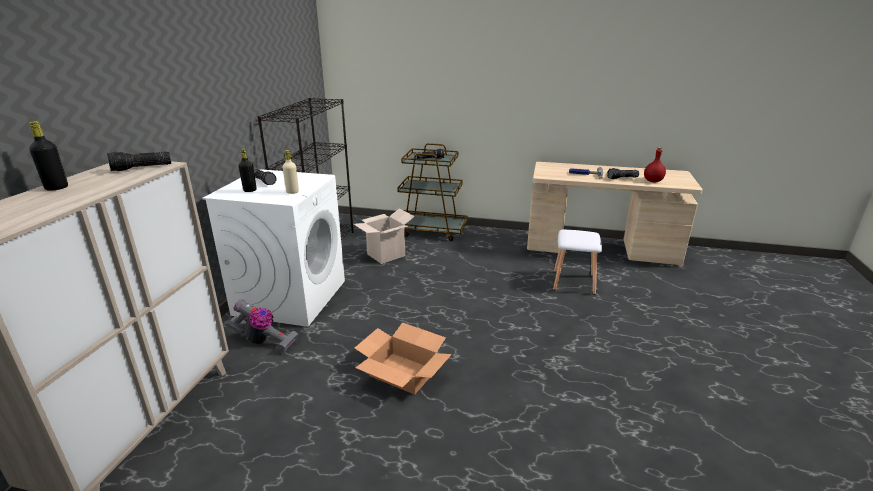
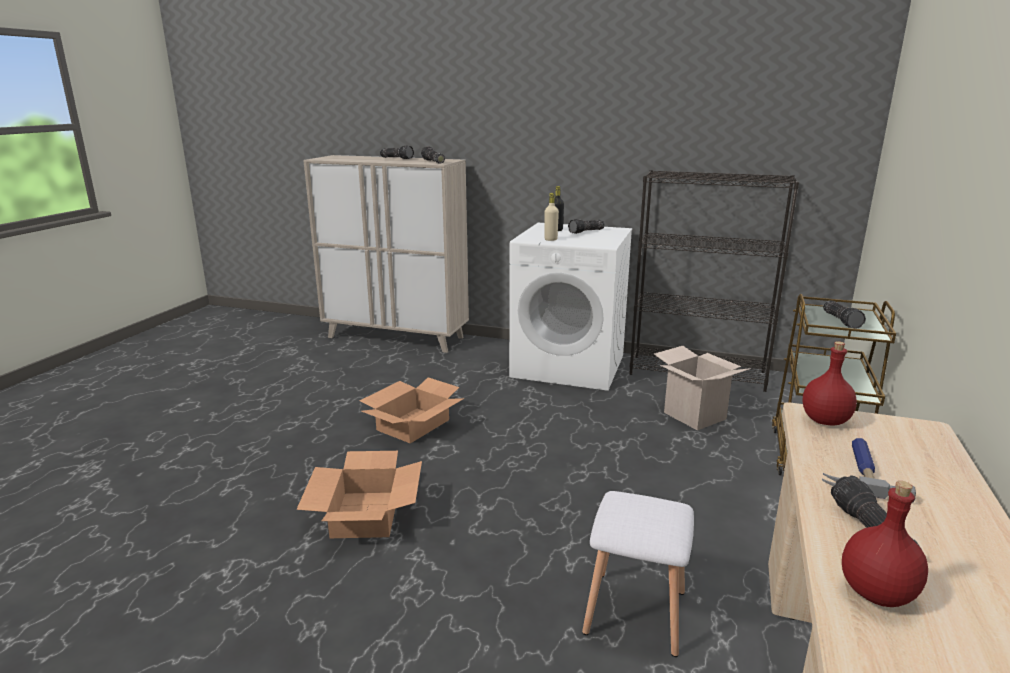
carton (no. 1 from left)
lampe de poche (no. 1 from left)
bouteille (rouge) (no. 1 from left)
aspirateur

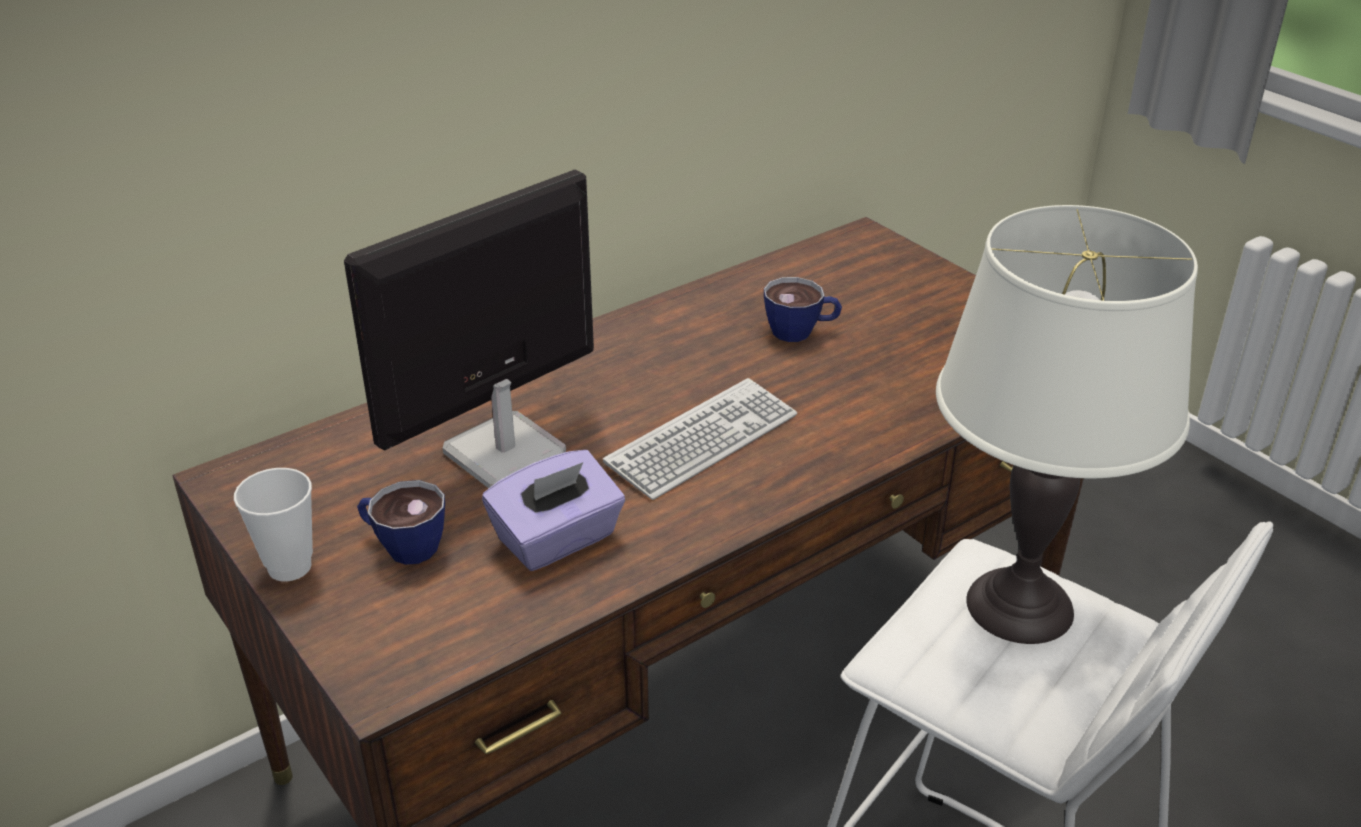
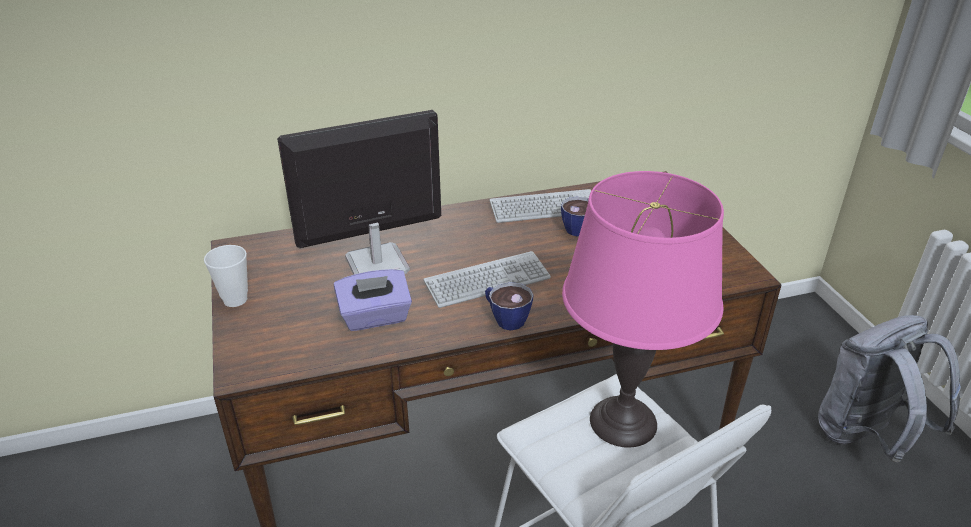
tasse (no. 2 from left)
clavier (no. 2 from left)
lampe de table (rose)
sac à dos (gris)

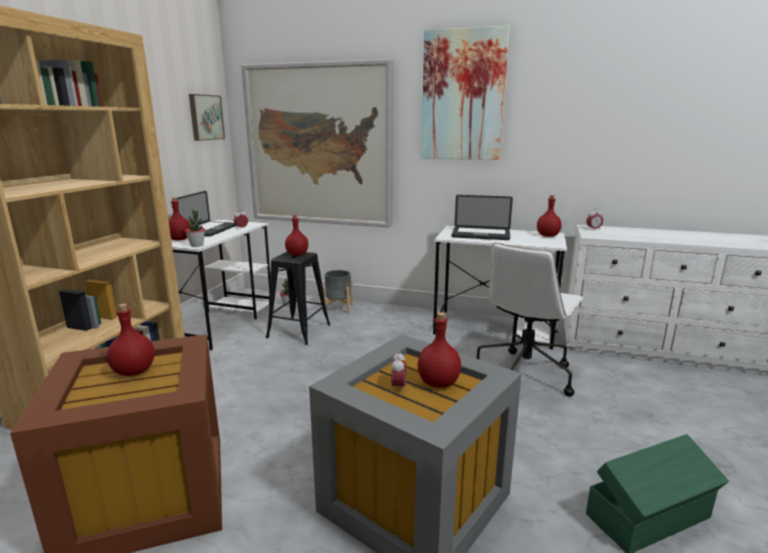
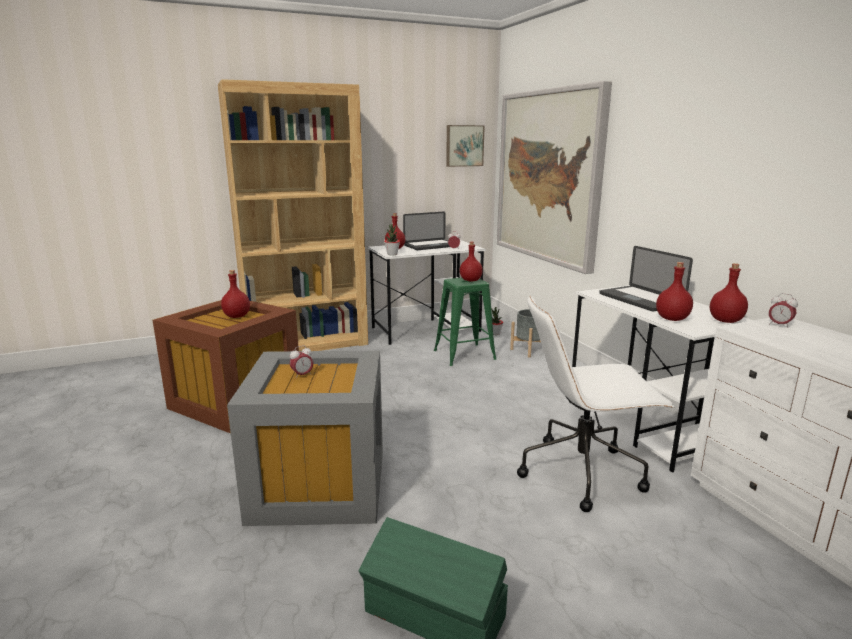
tabouret (vert)
bouteille (rouge) (no. 4 from left)
tableau (no. 3 from left in the first image)

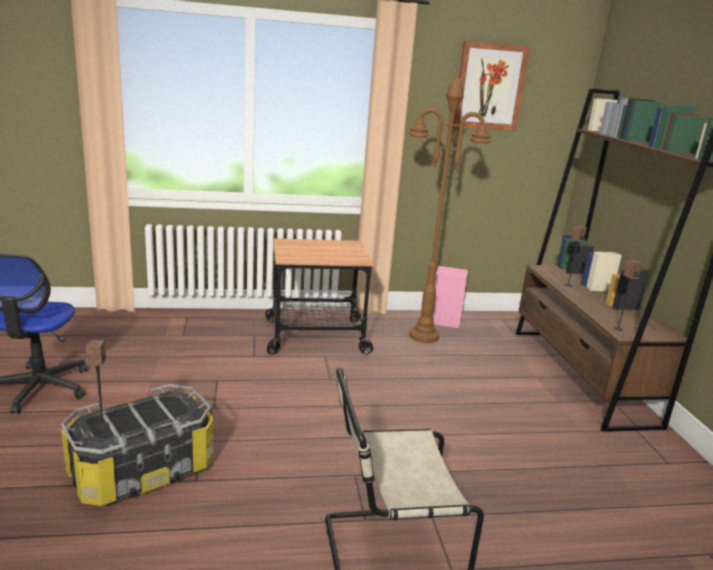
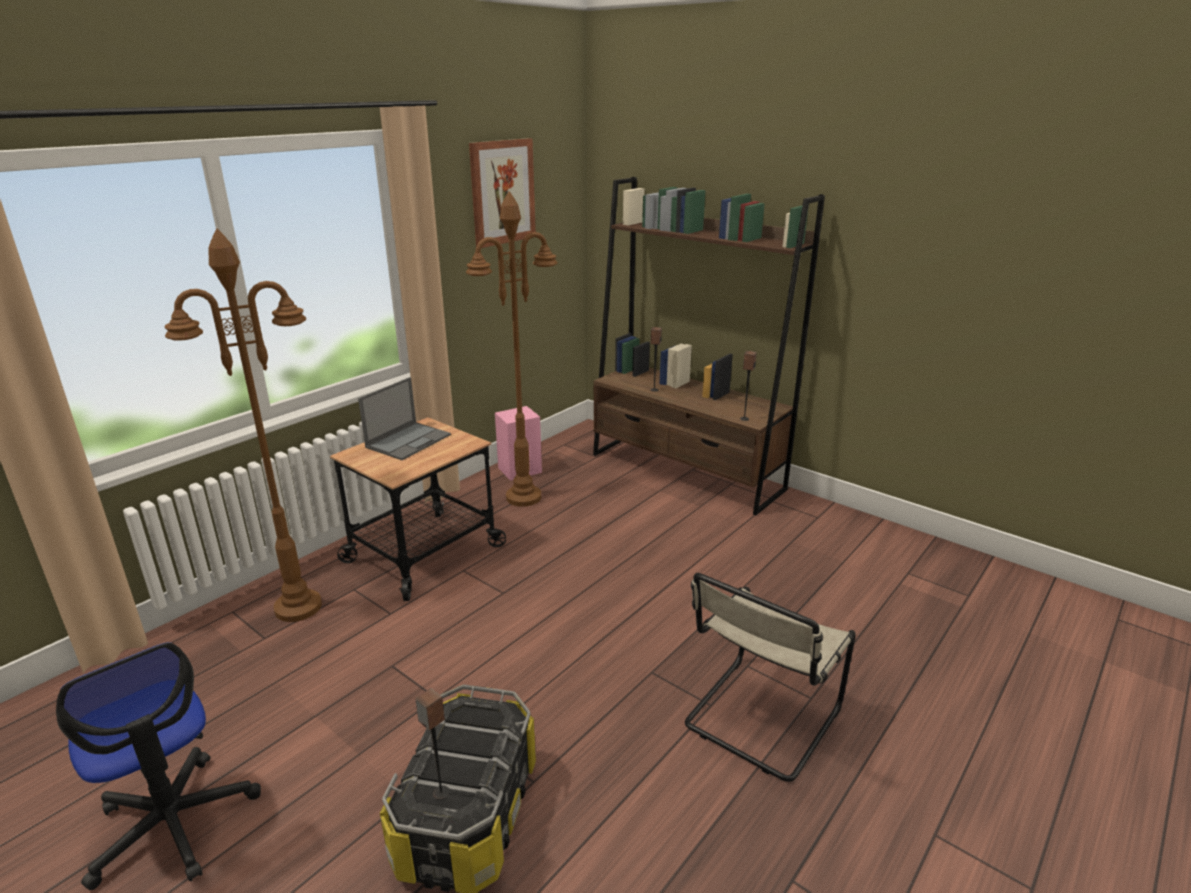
lampadaire (marron) (no. 1 from left)
ordinateur portable

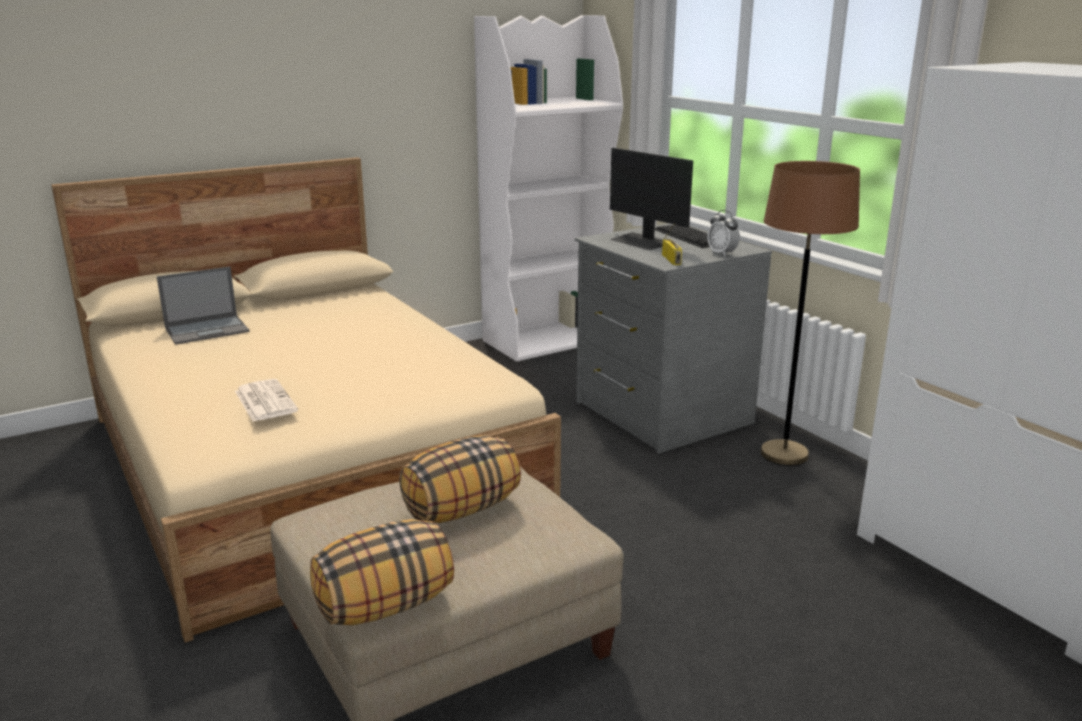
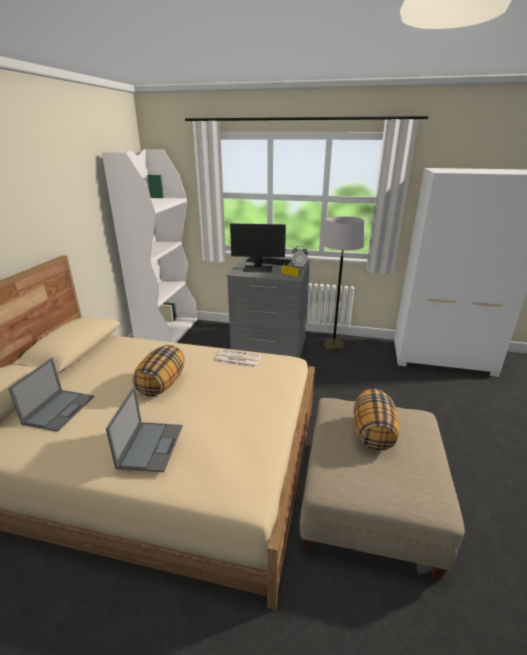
ordinateur portable (no. 2 from left)
coussin (no. 1 from left)
journal
lampadaire (gris)

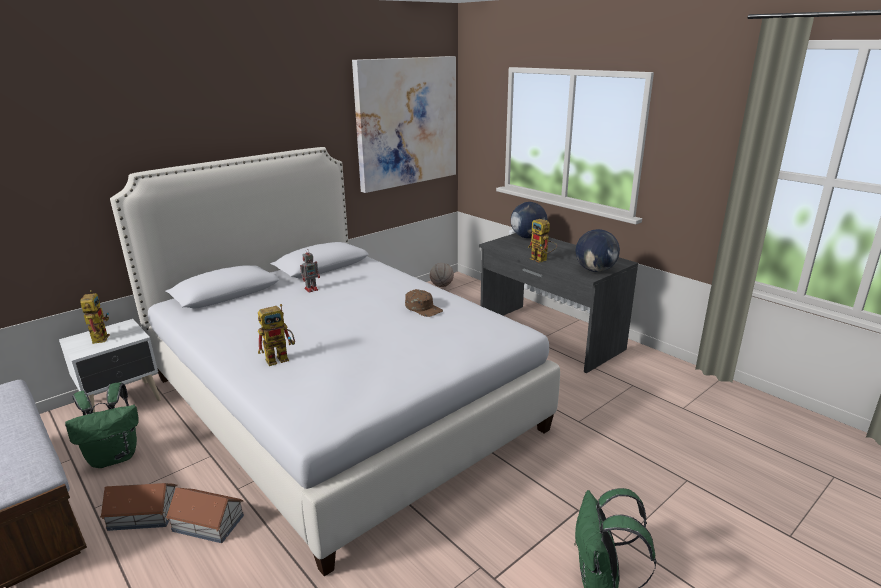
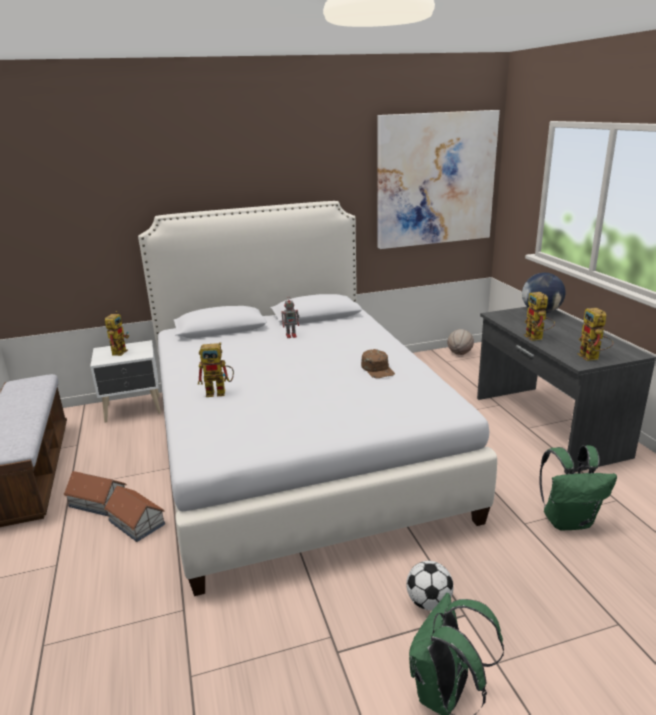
ballon de foot
sac à dos (vert) (no. 2 from left)
robot jouet (no. 5 from left)

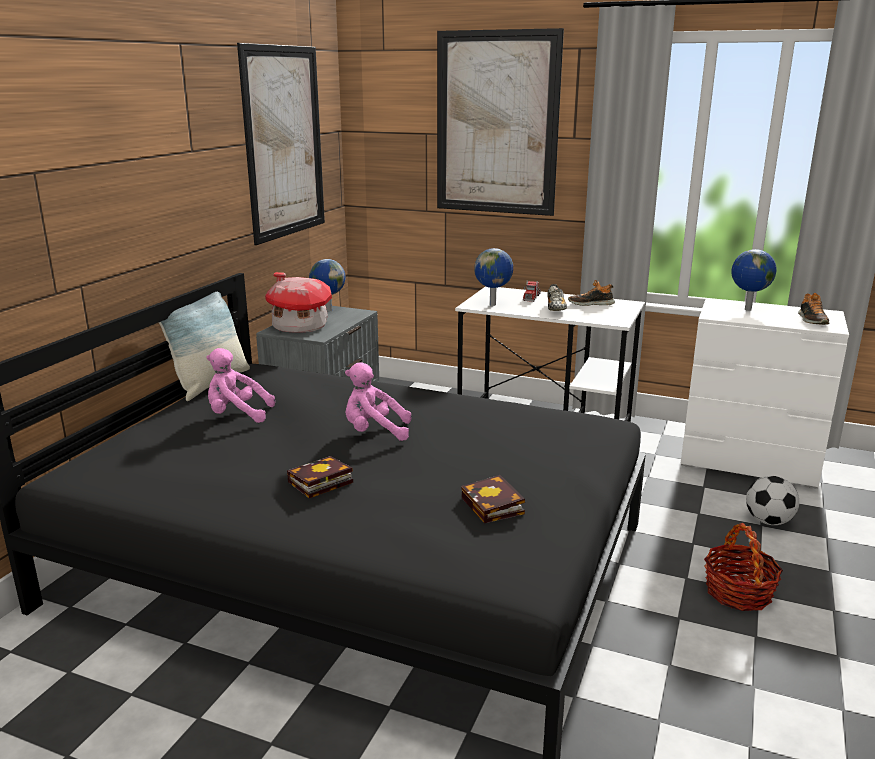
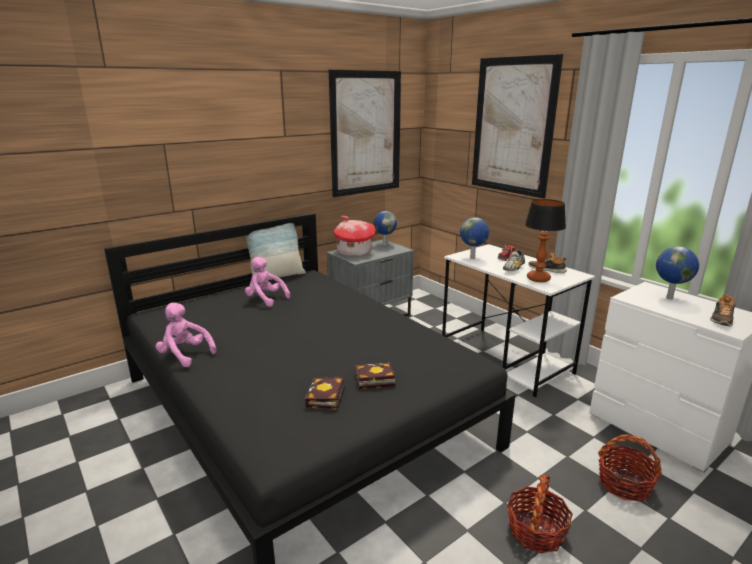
peluche (rose) (no. 1 from left)
livre (no. 2 from left)
lampe de table
panier (no. 2 from left)

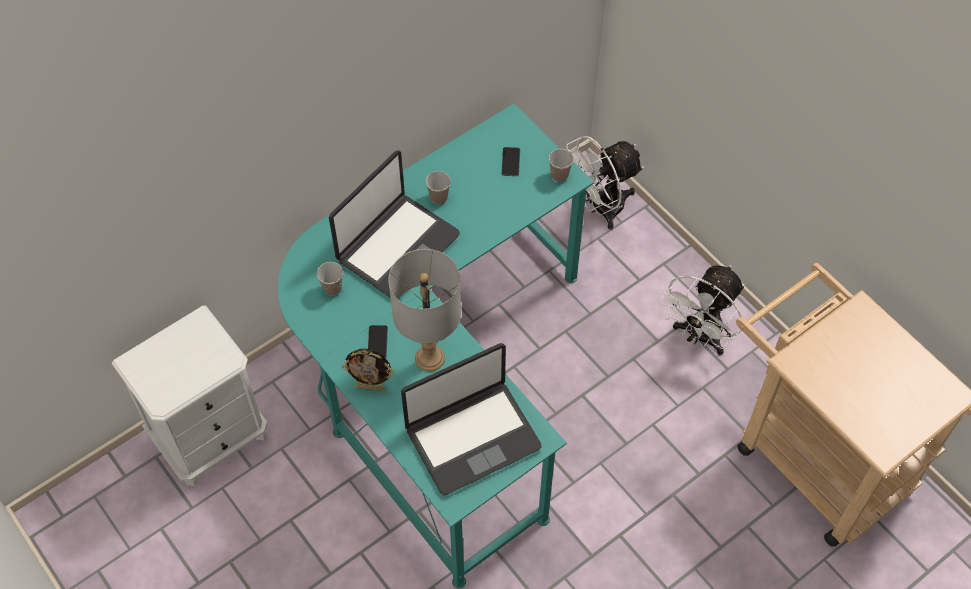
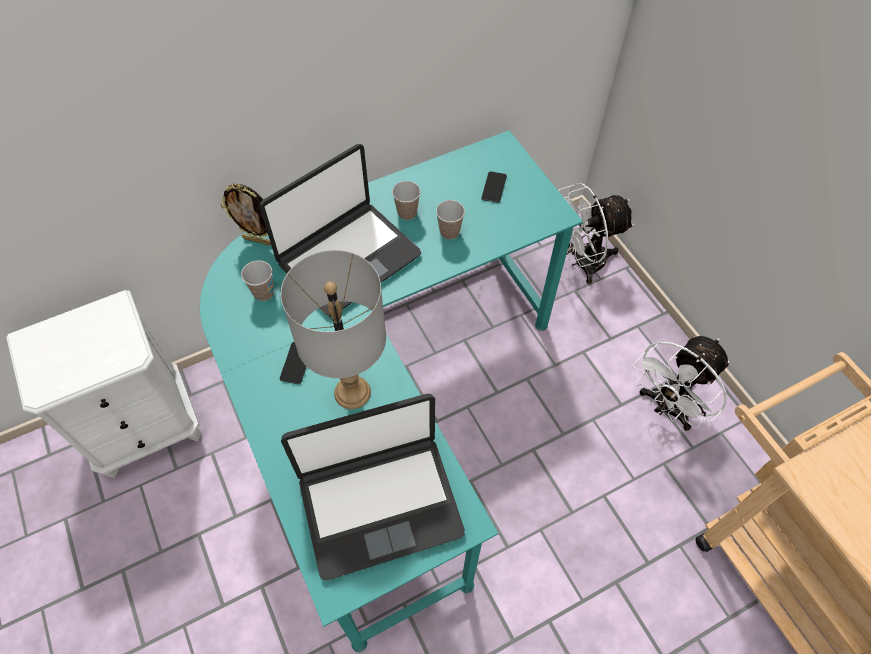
cadre photo
tasse (no. 3 from left)

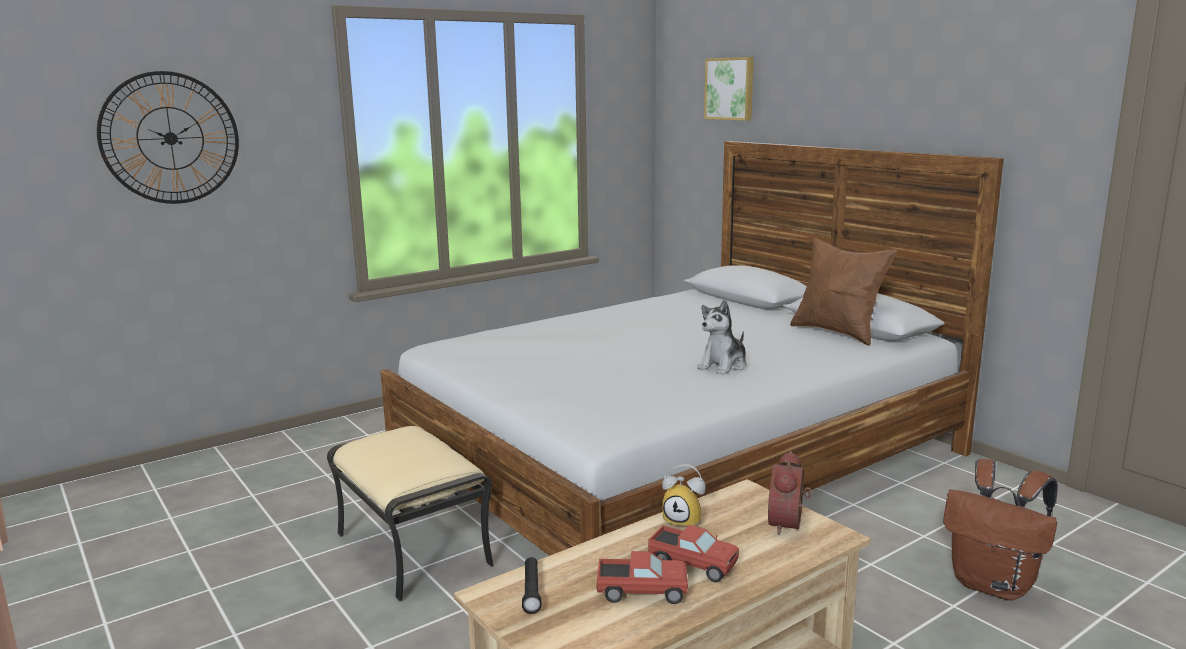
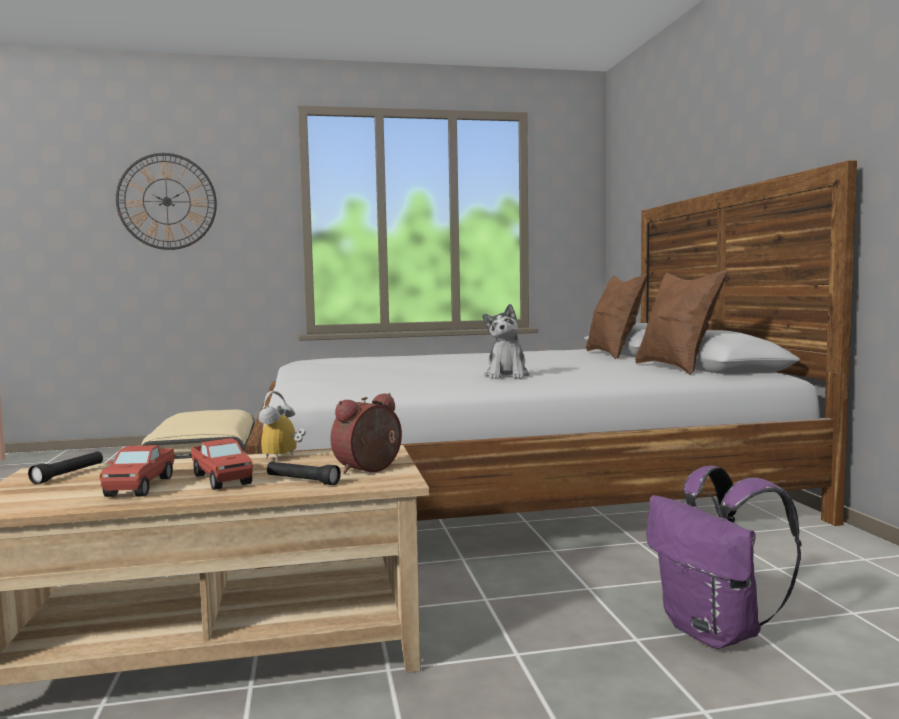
camion jouet (no. 1 from left)
réveil (no. 1 from left)
lampe de poche (noir) (no. 2 from left)
peluche
coussin (marron) (no. 1 from left)
sac à dos (violet)
tableau

